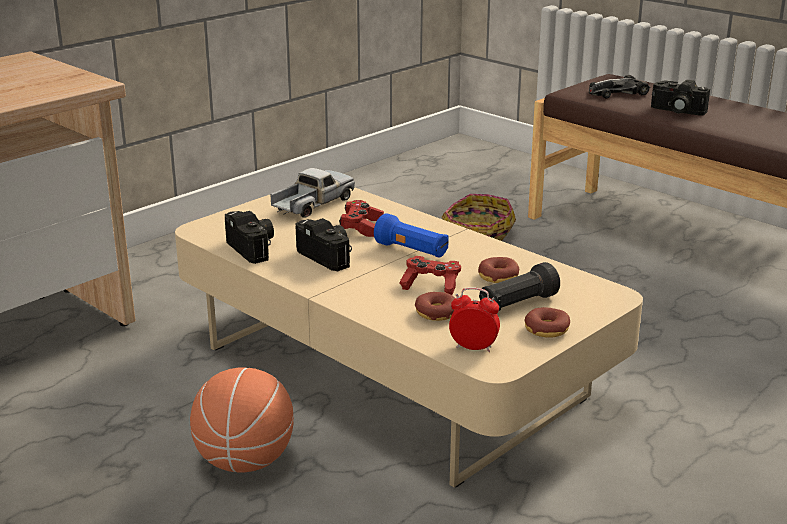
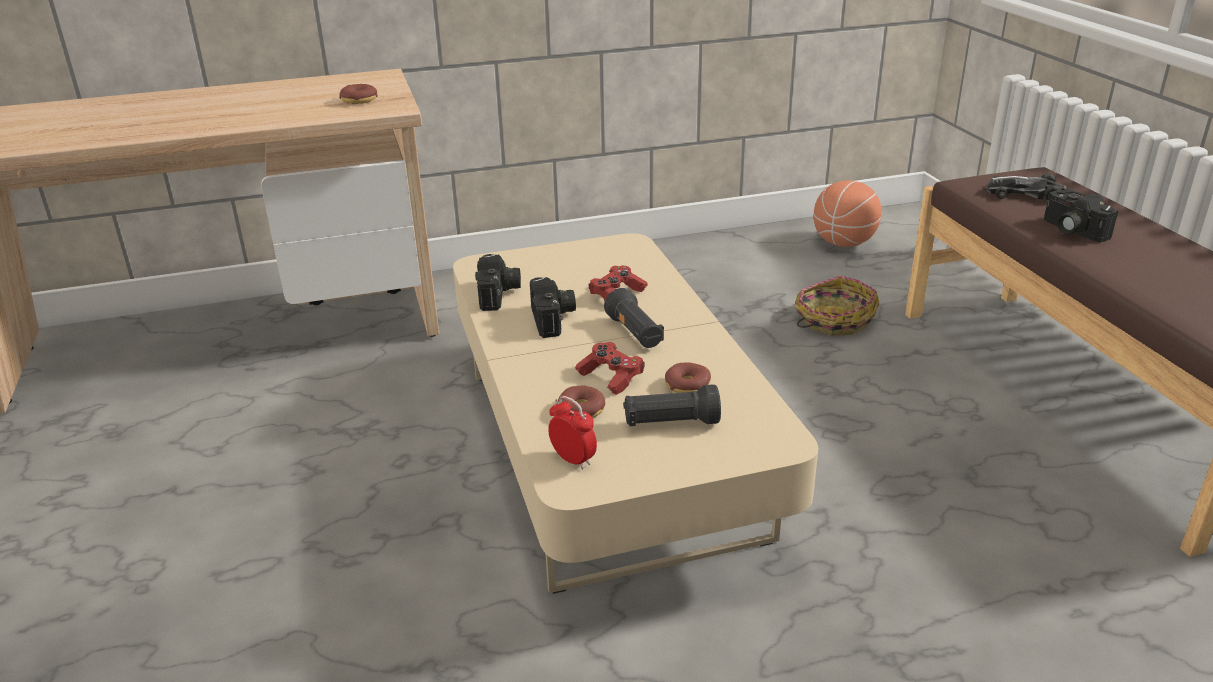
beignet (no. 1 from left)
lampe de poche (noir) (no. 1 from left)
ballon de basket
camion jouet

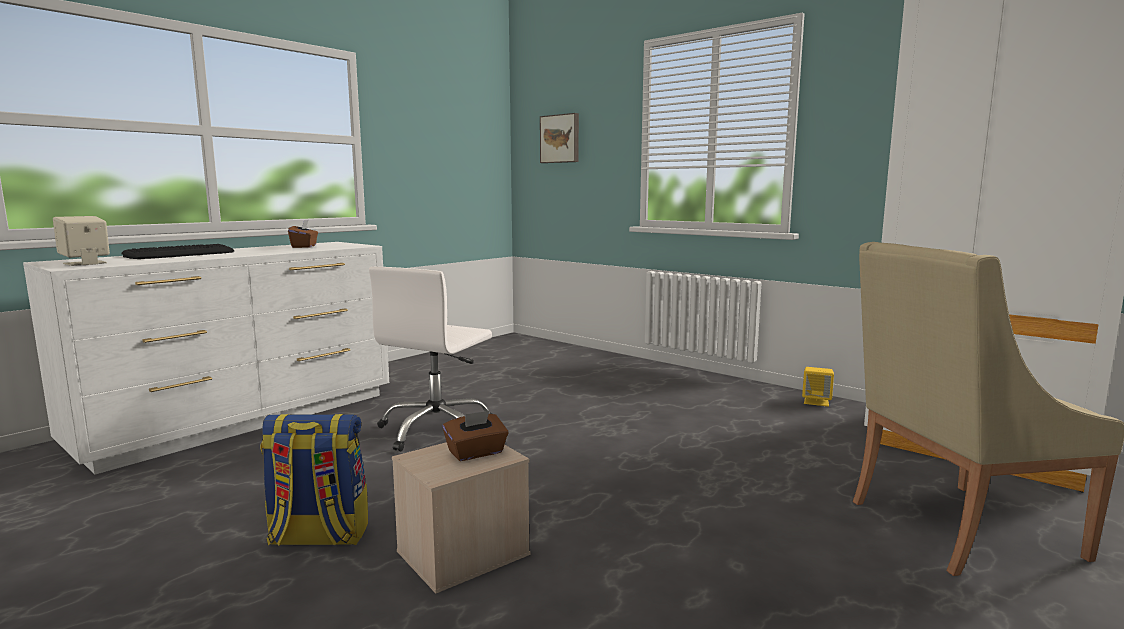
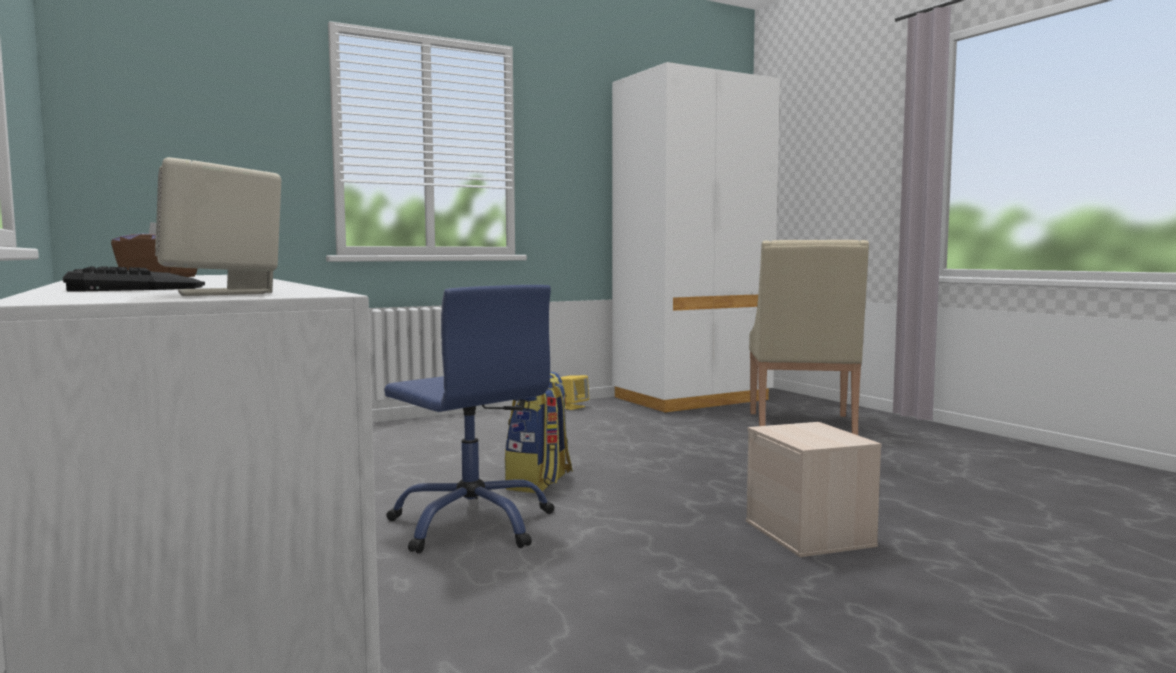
chaise de bureau (bleu)
sac à dos
boîte à mouchoirs (marron) (no. 2 from left in the first image)
tableau

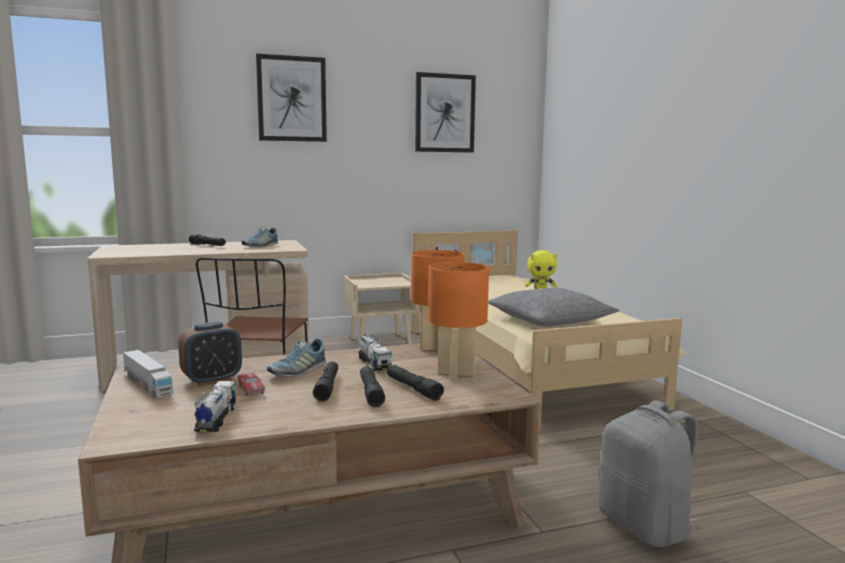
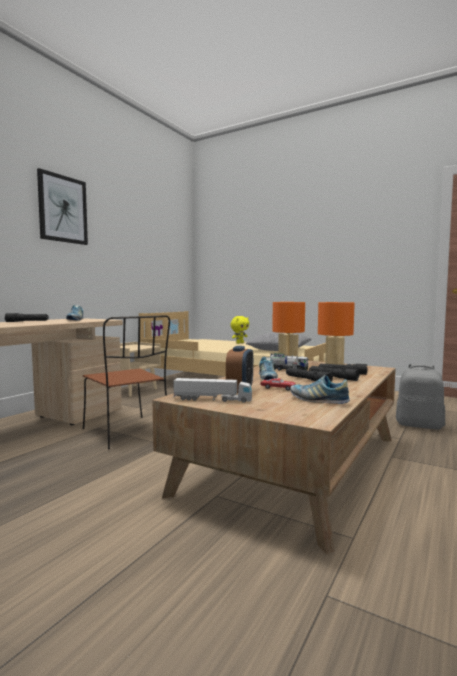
chaussure (no. 3 from left)
tableau (no. 2 from left in the first image)

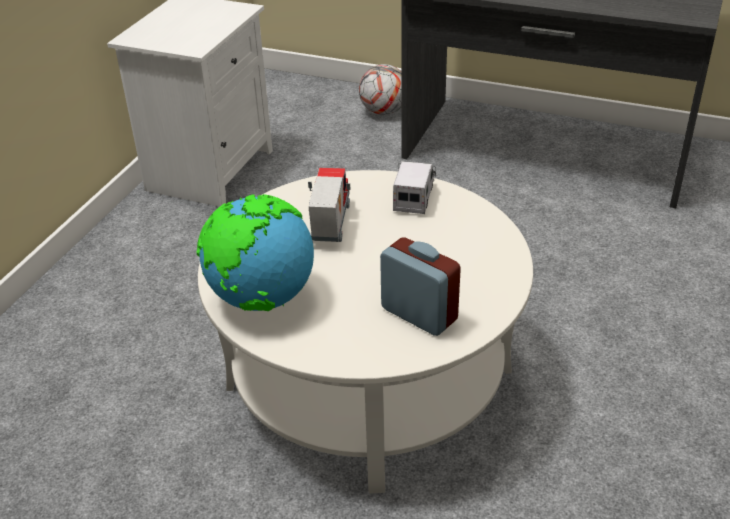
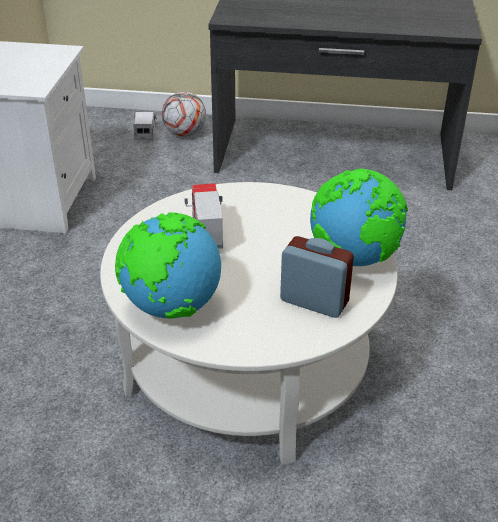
camion jouet (no. 1 from left)
globe (no. 2 from left)

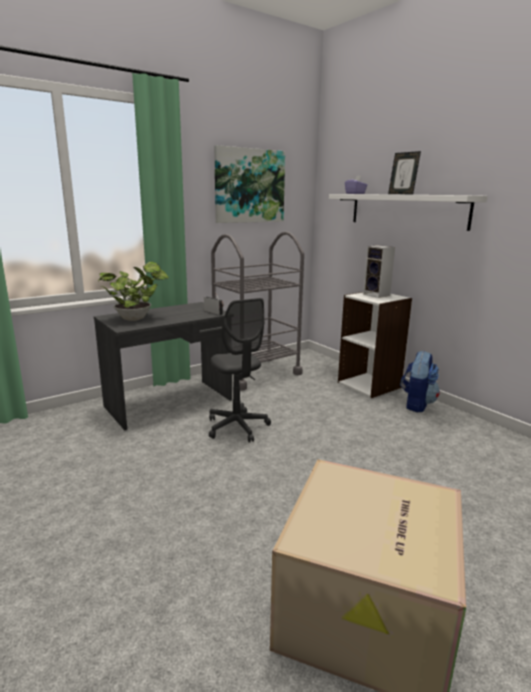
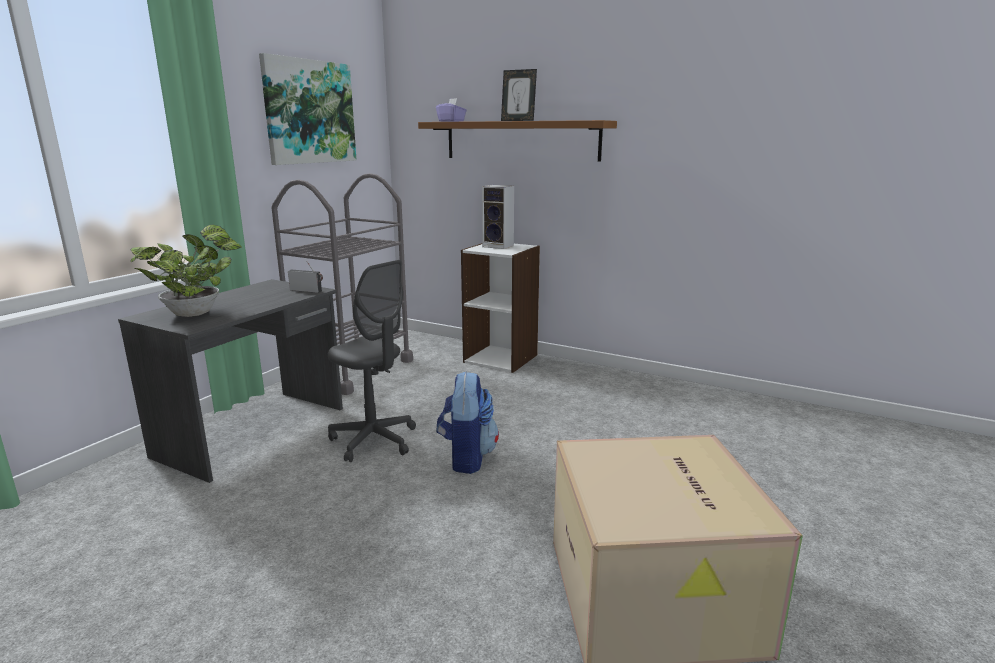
étagère (marron)
sac à dos

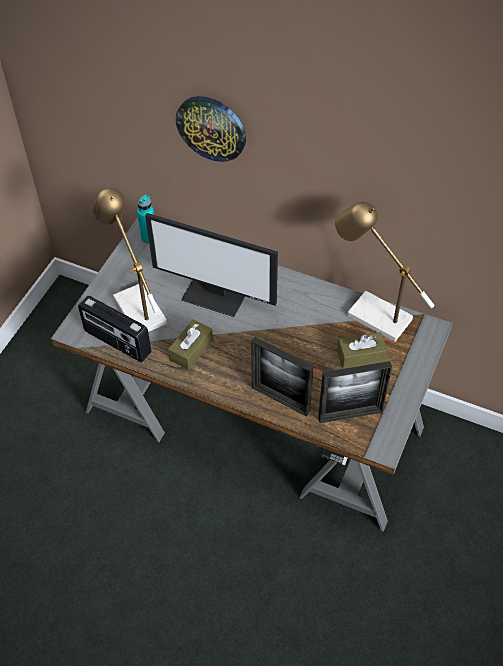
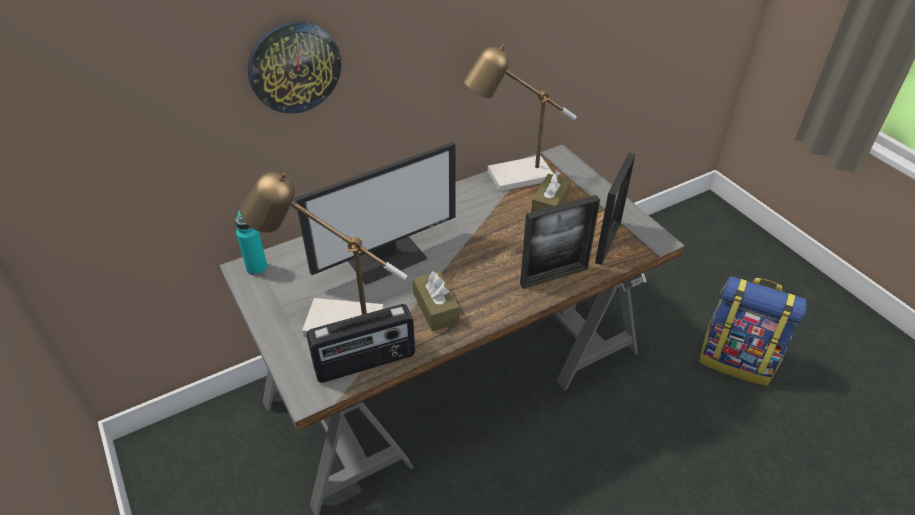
sac à dos

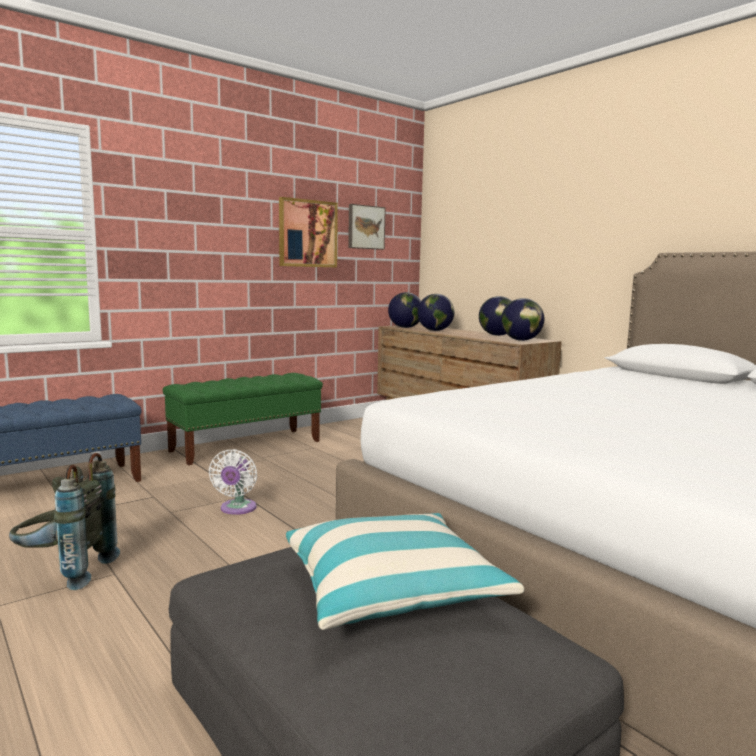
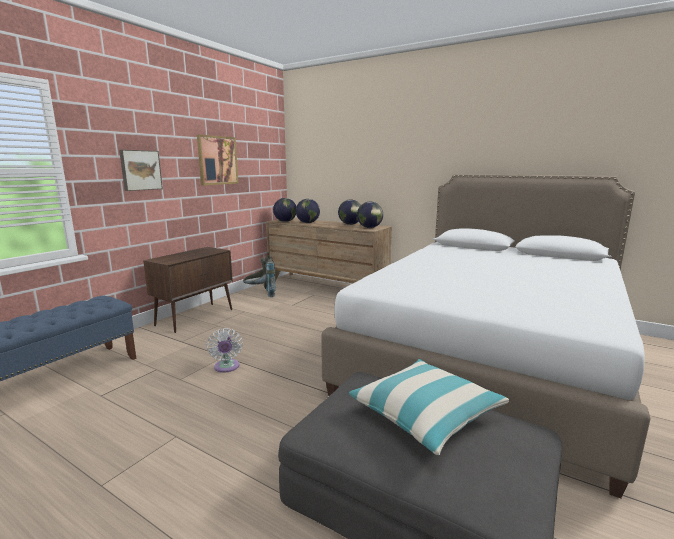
tableau (no. 1 from left)
meuble de rangement (marron)
sac à dos (gris)

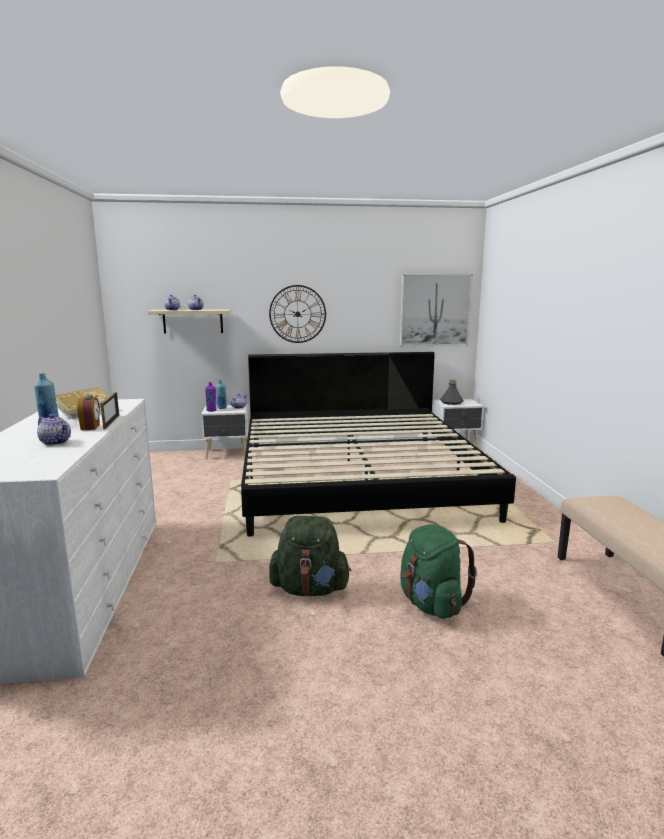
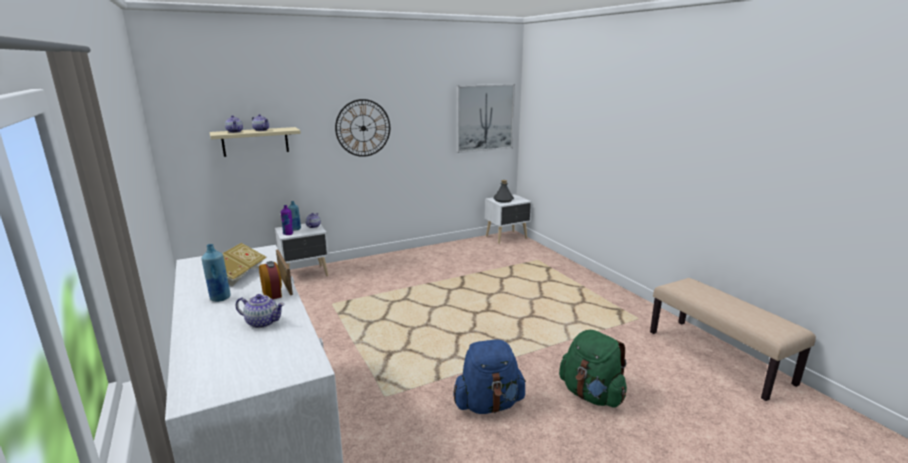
sac à dos (bleu)
lit

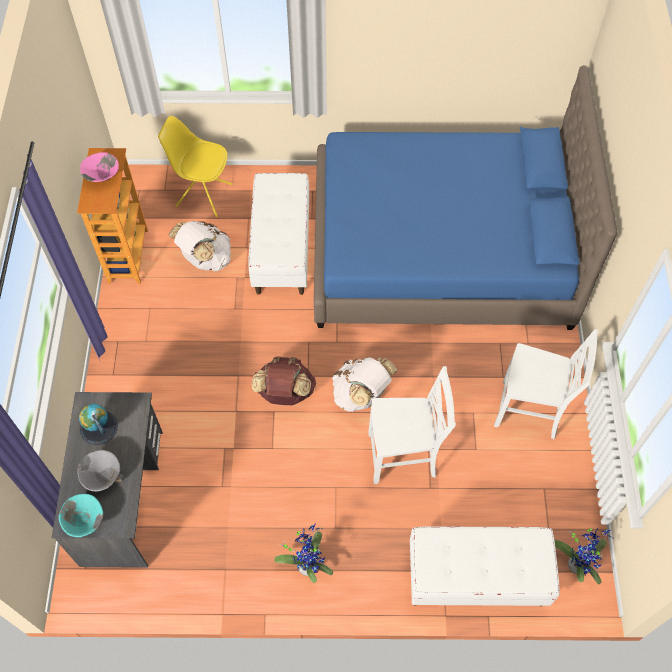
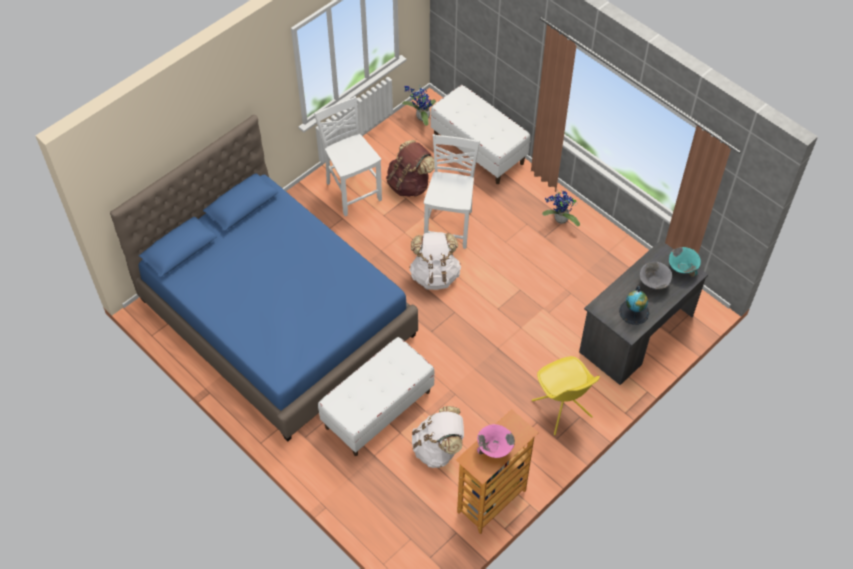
sac à dos (marron)
chaise (blanc) (no. 2 from left)
chaise (jaune)

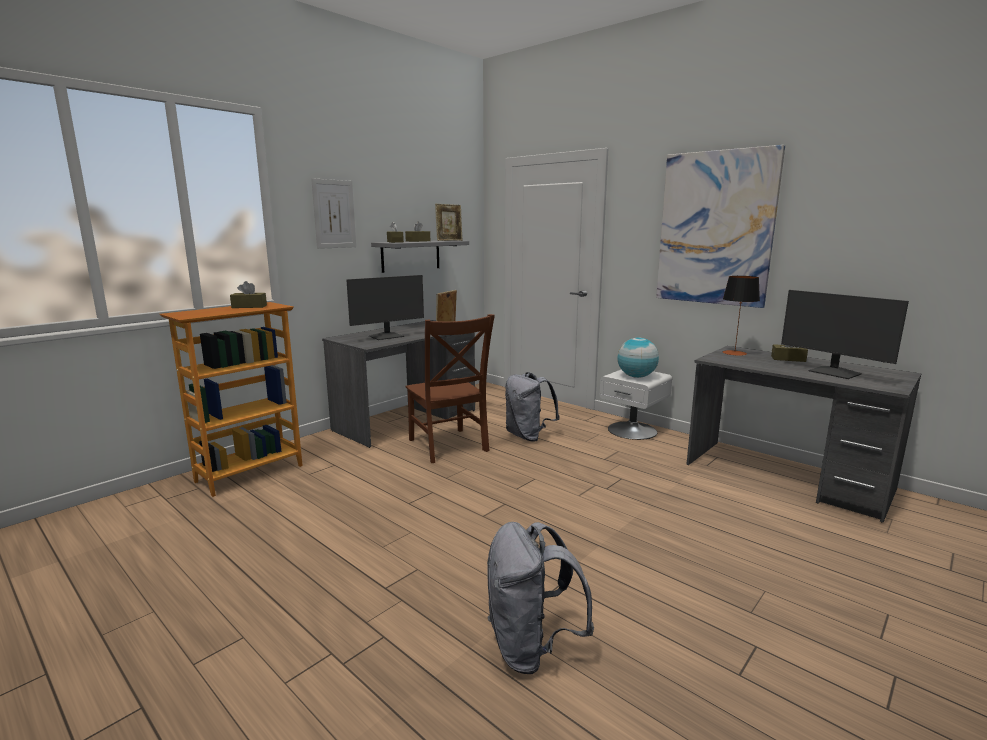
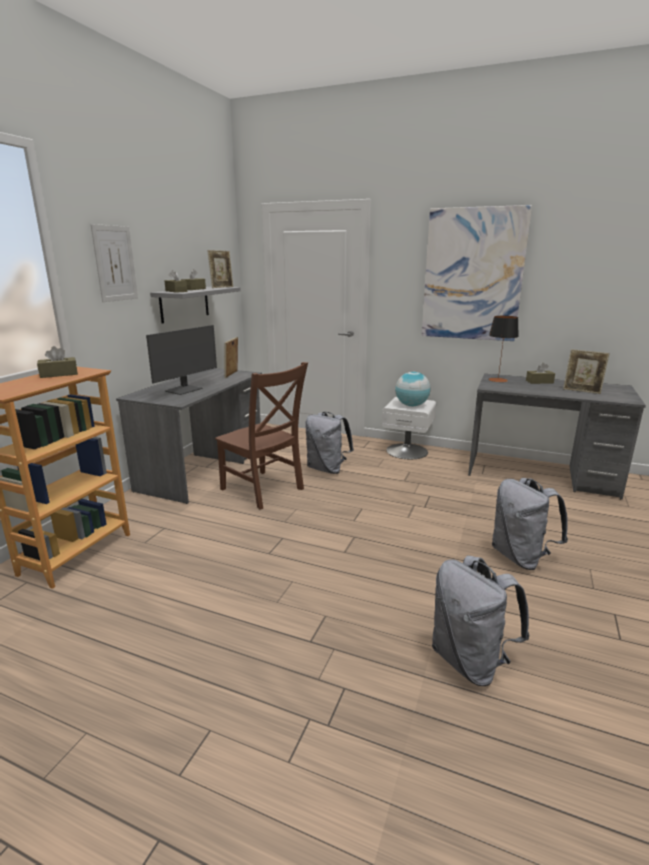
sac à dos (gris) (no. 3 from left)
cadre photo (no. 3 from left)

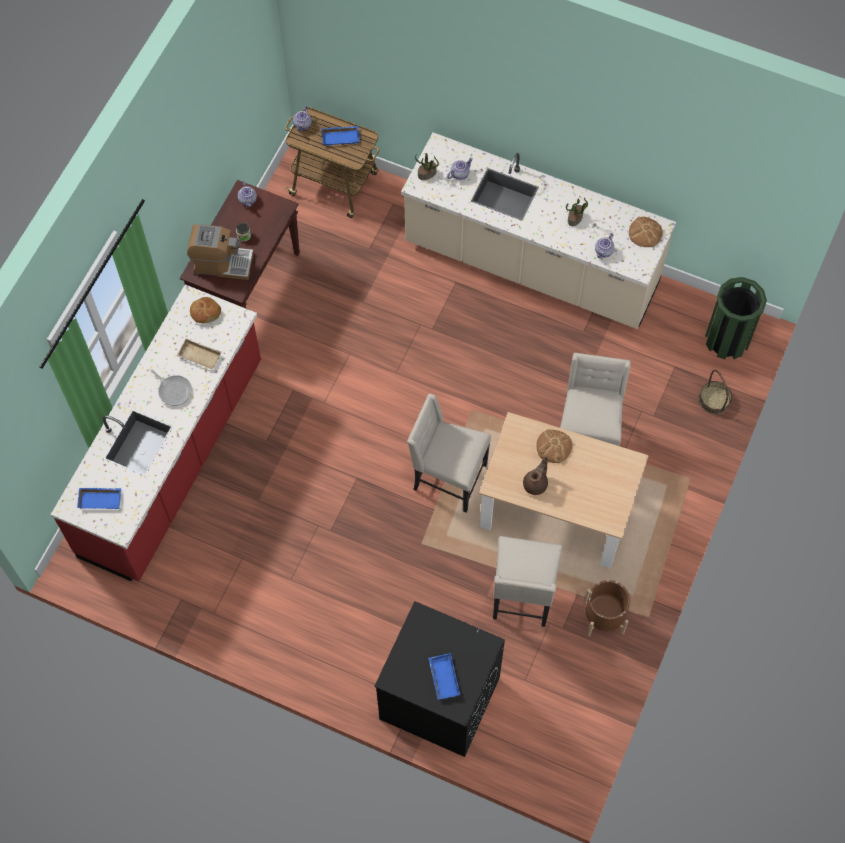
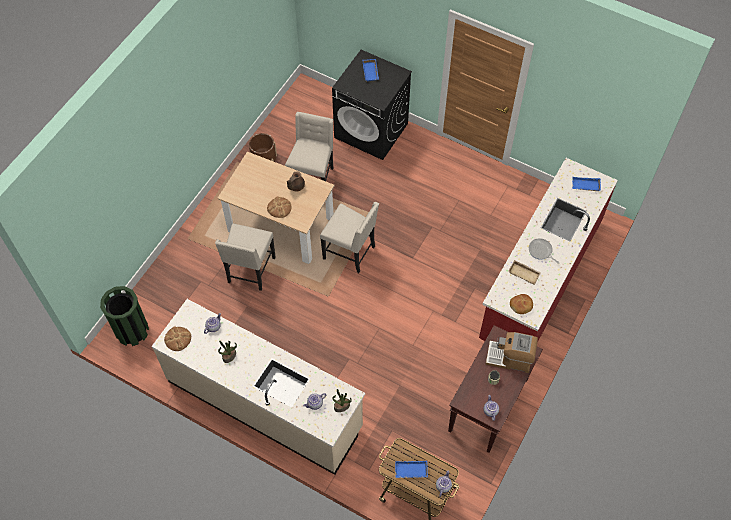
panier

